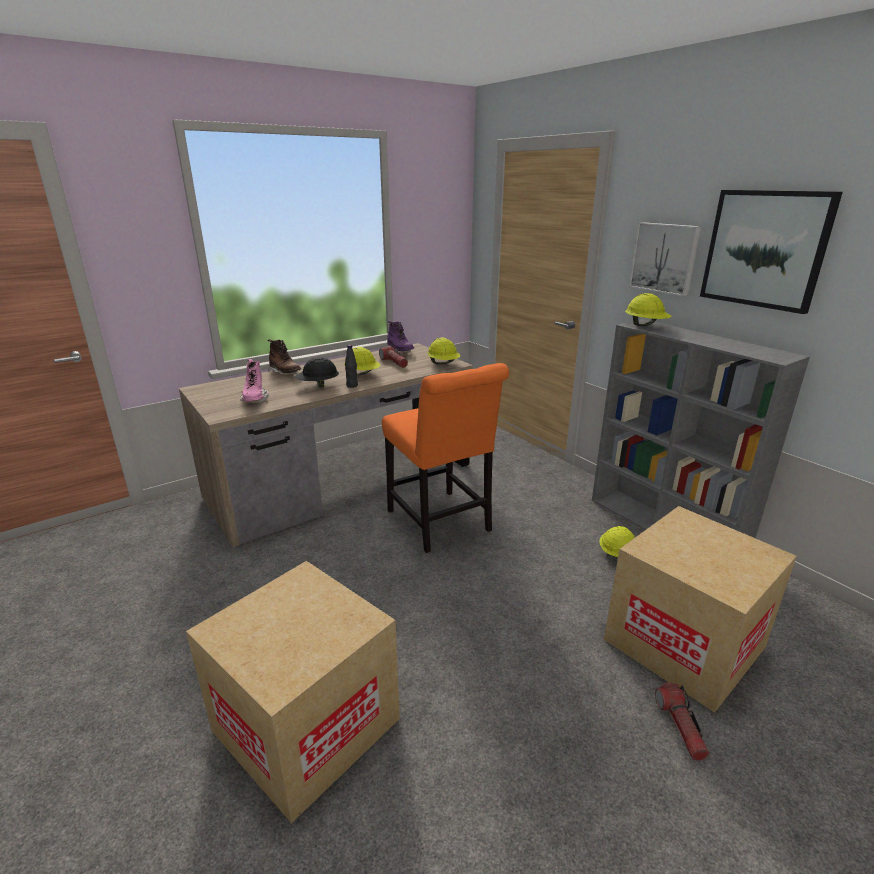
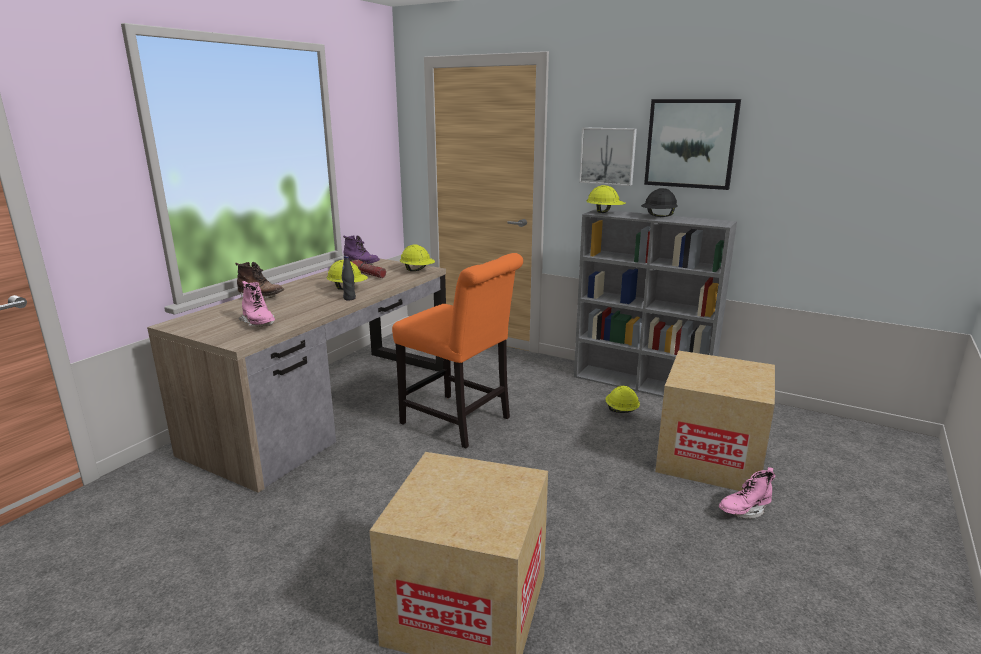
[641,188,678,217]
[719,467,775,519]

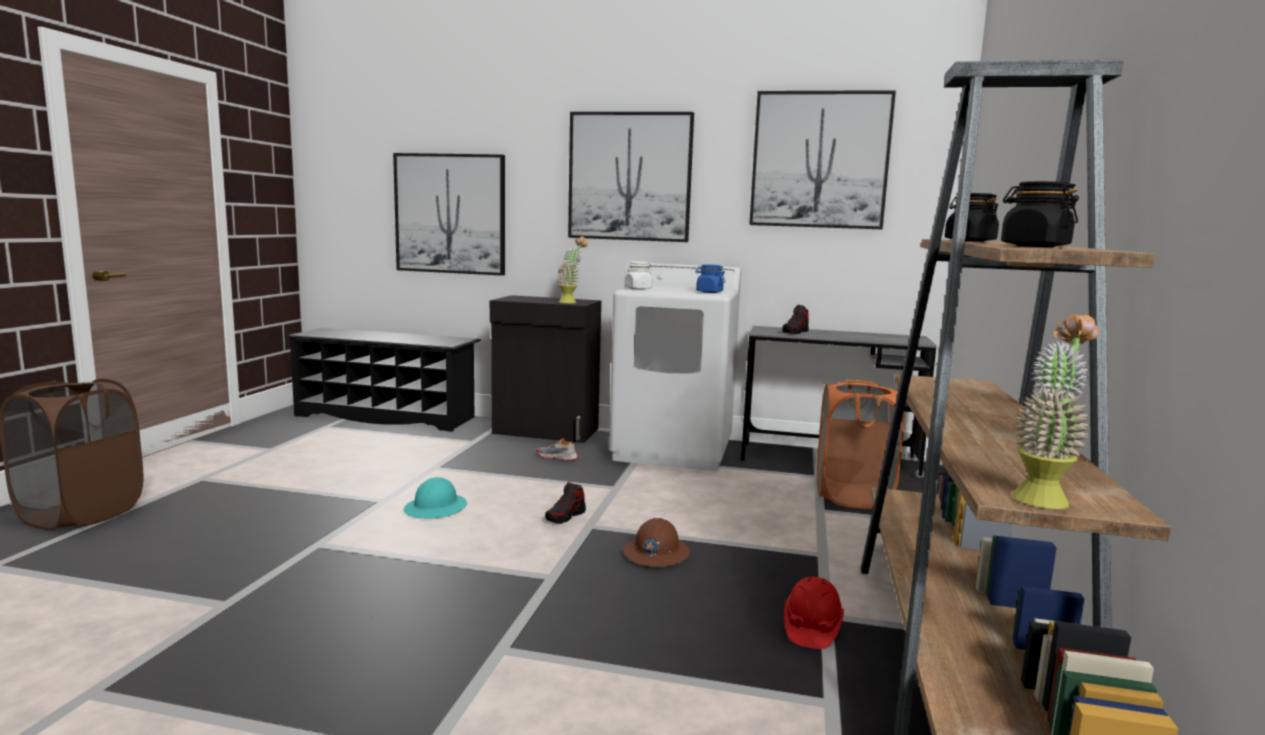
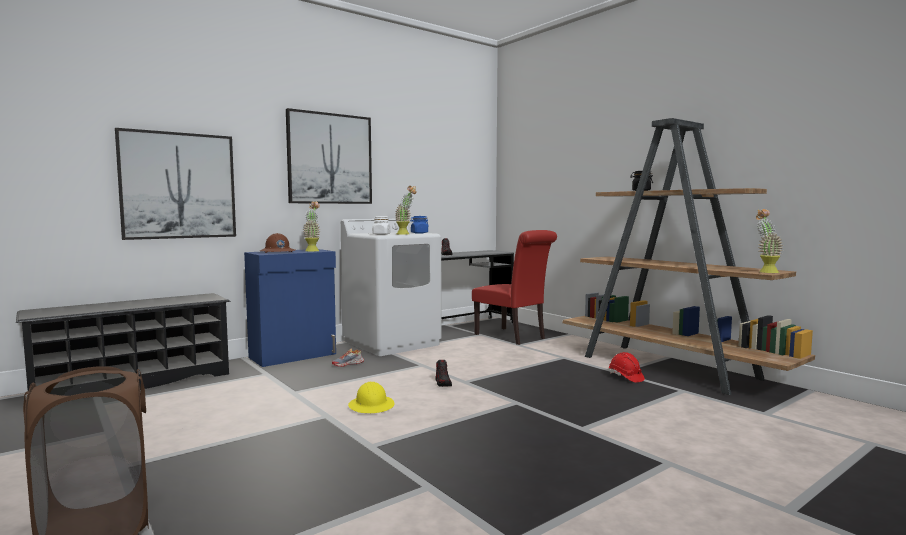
[749,90,896,229] (first image)
[1001,181,1079,248] (first image)
[244,249,336,367]
[472,230,557,345]
[348,381,394,413]
[260,233,295,253]
[395,186,416,235]

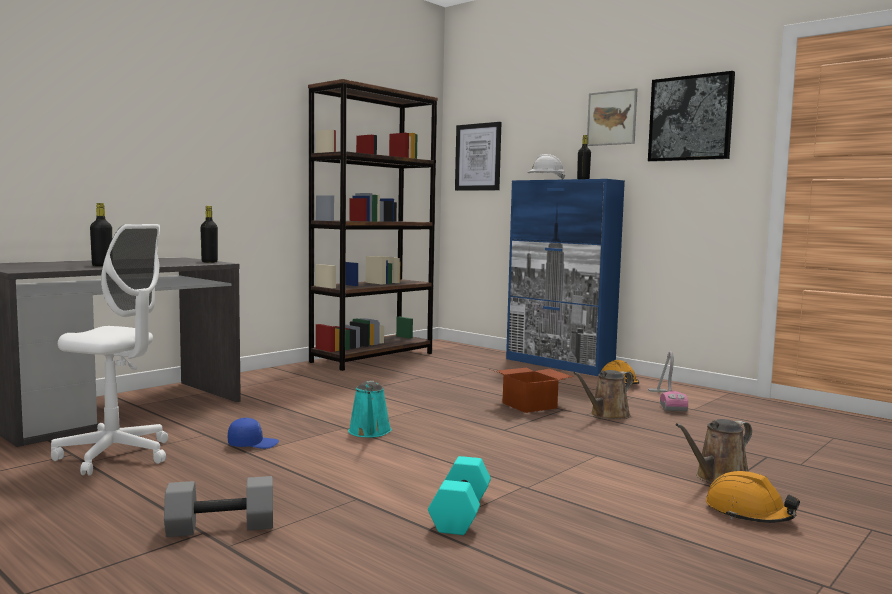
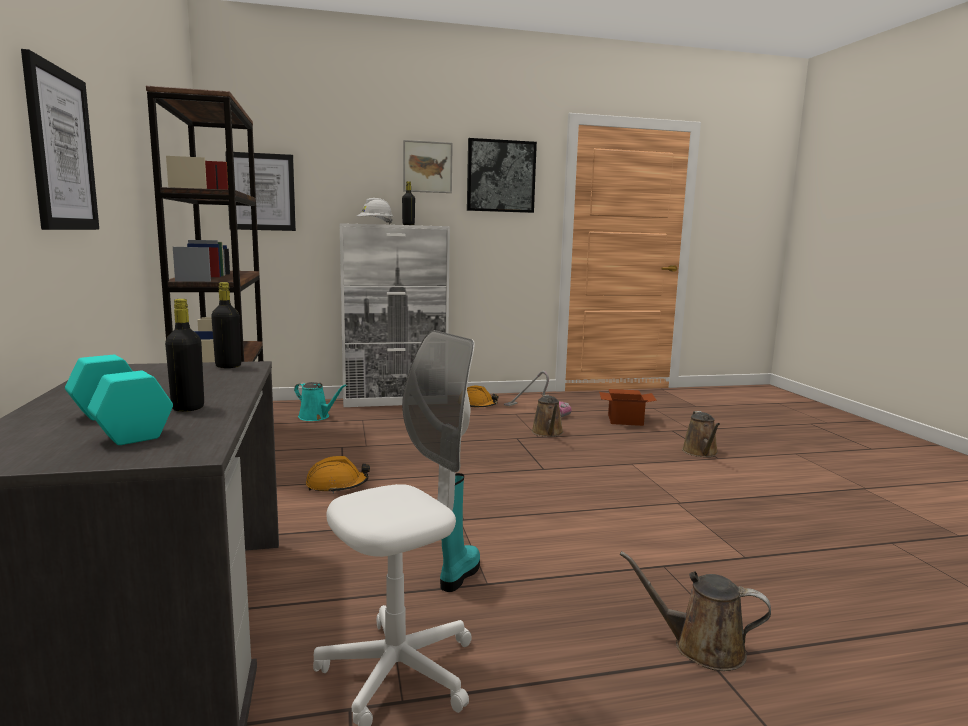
[340,223,450,407]
[599,389,657,426]
[294,382,346,421]
[440,473,480,592]
[65,355,173,445]
[306,456,370,493]
[620,551,771,671]
[21,49,99,230]

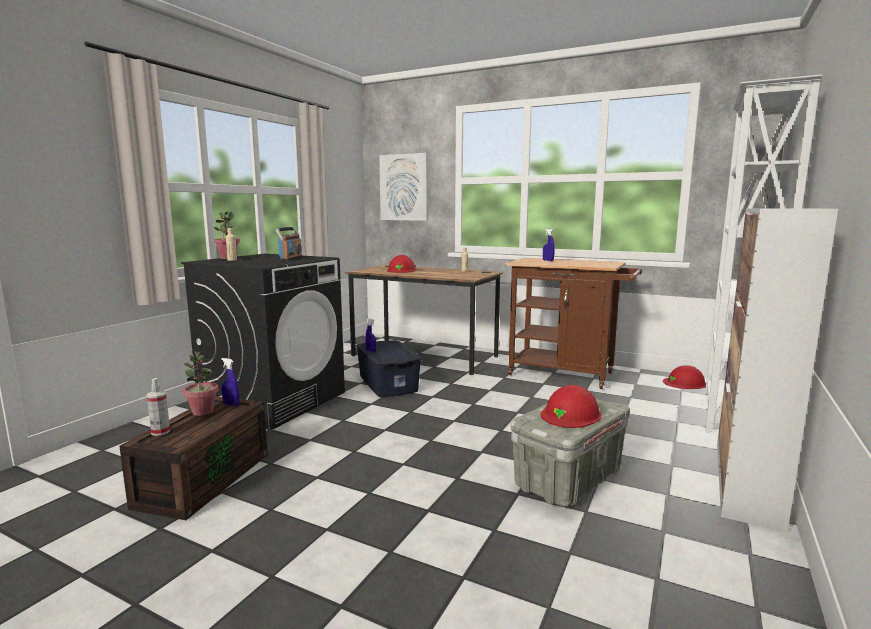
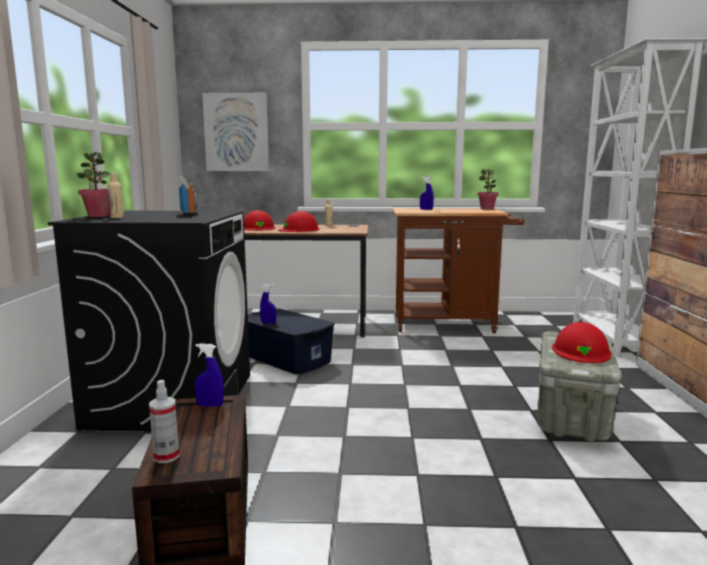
[477,169,499,210]
[278,211,320,232]

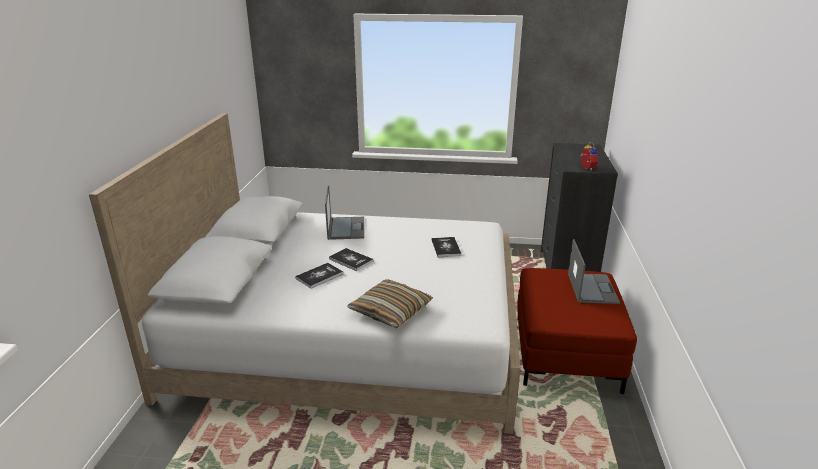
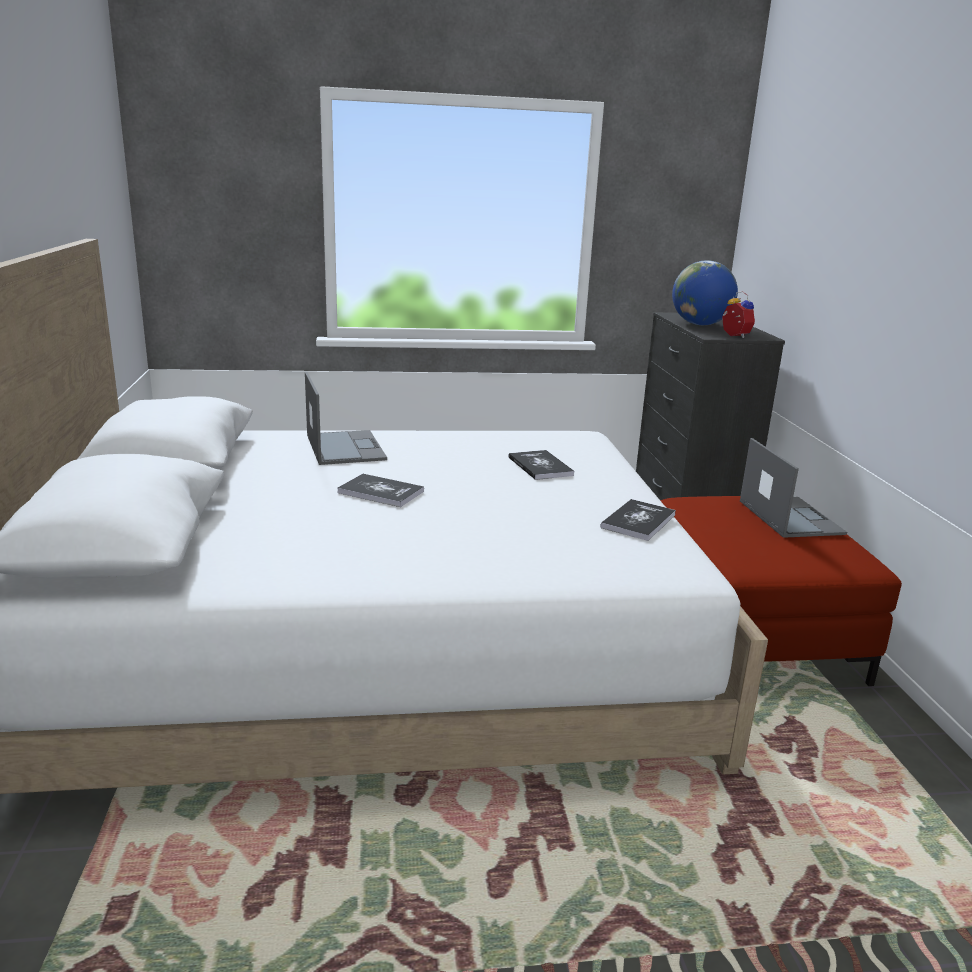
[600,499,676,541]
[347,279,433,328] (first image)
[672,260,738,325]

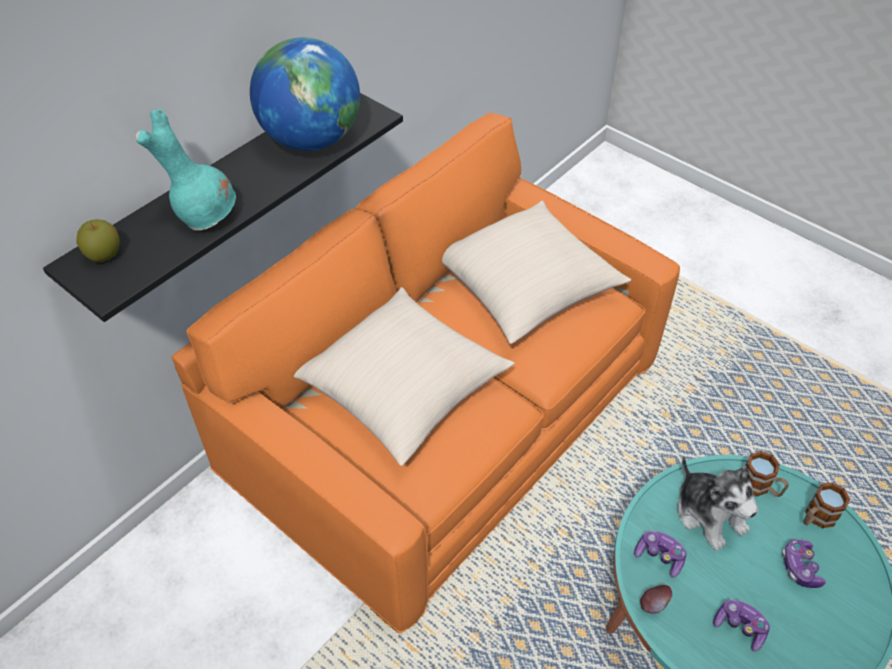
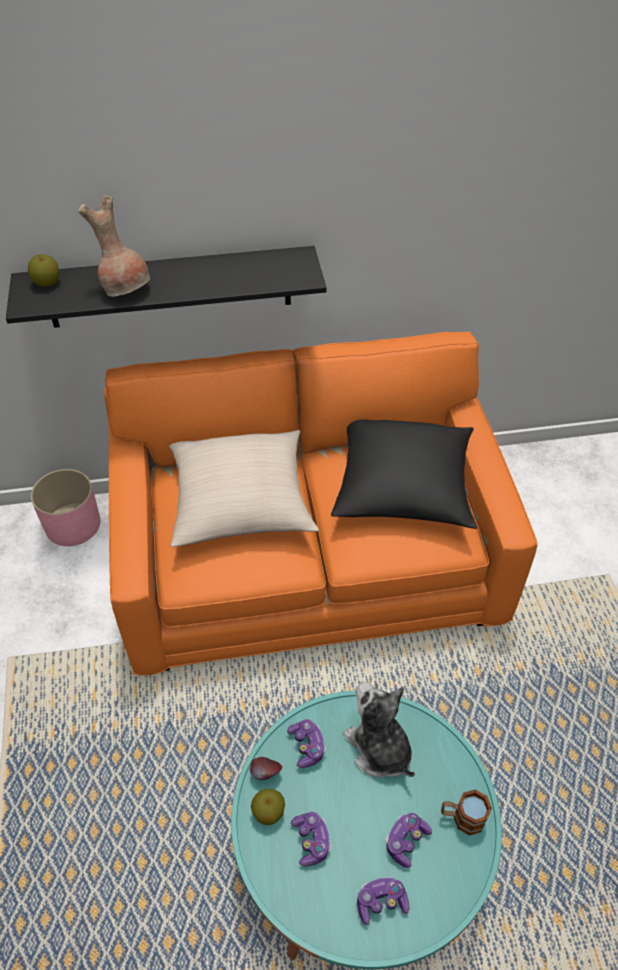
[250,37,360,151] (first image)
[78,195,150,297]
[331,420,477,529]
[745,451,788,497] (first image)
[343,681,415,777]
[31,469,100,546]
[251,789,285,825]
[357,877,409,925]

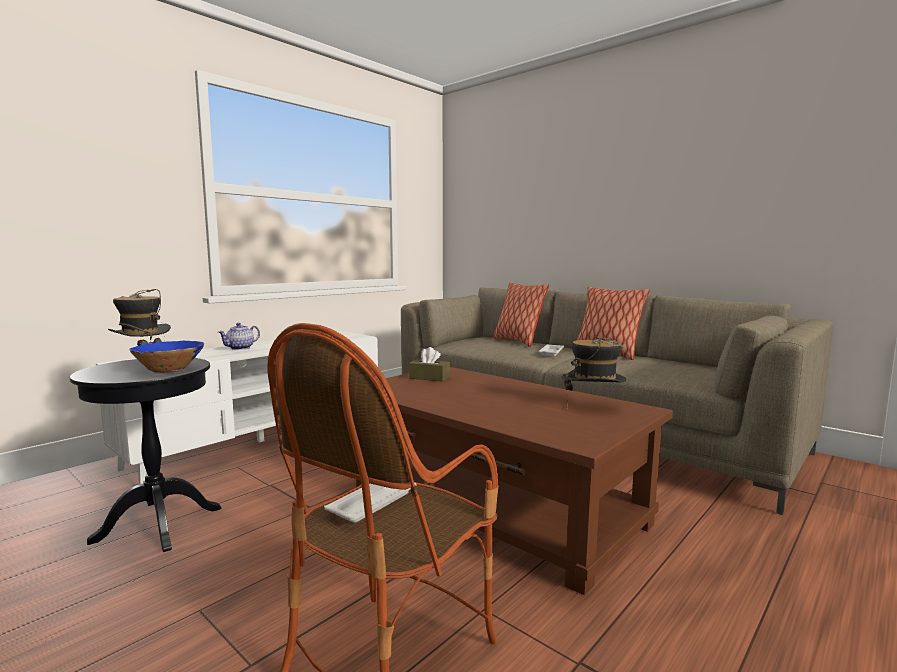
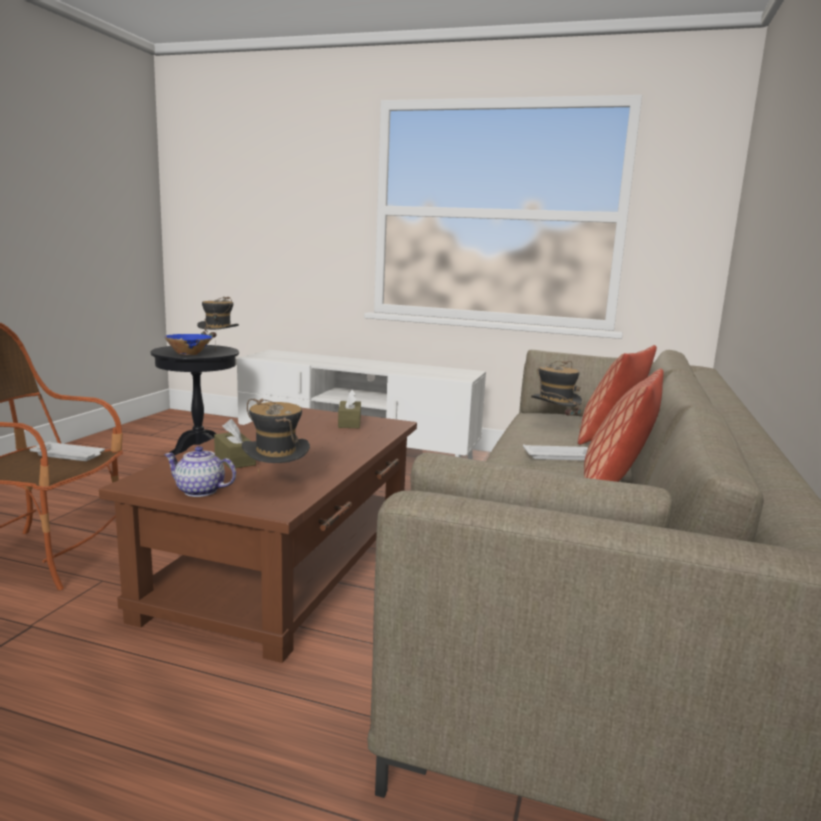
[164,446,236,497]
[531,361,582,428]
[214,419,256,469]

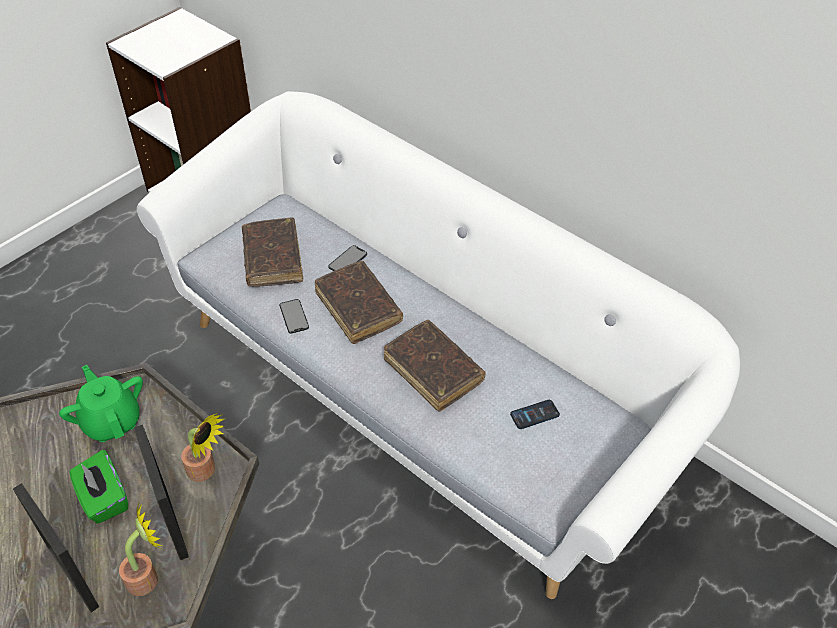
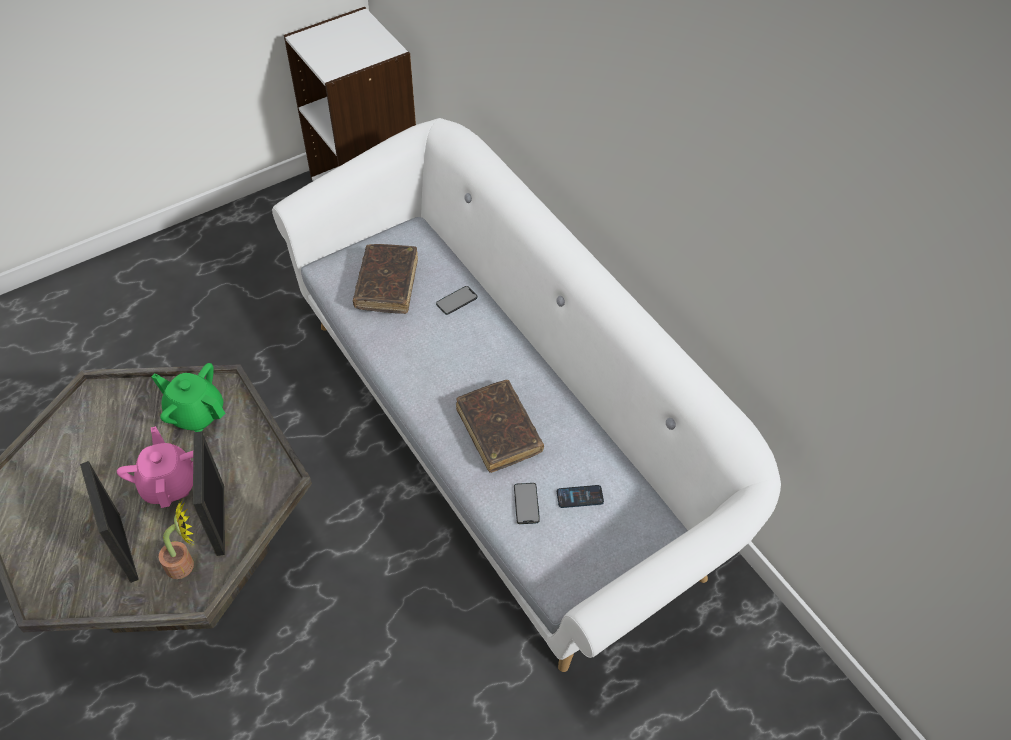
[315,261,403,344] (first image)
[514,483,540,524]
[151,363,225,432]
[181,413,224,482] (first image)
[117,426,193,508]

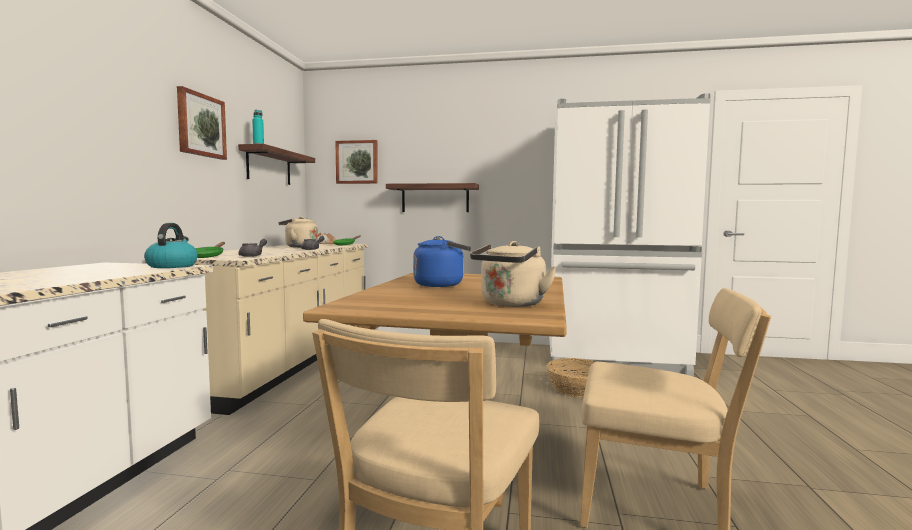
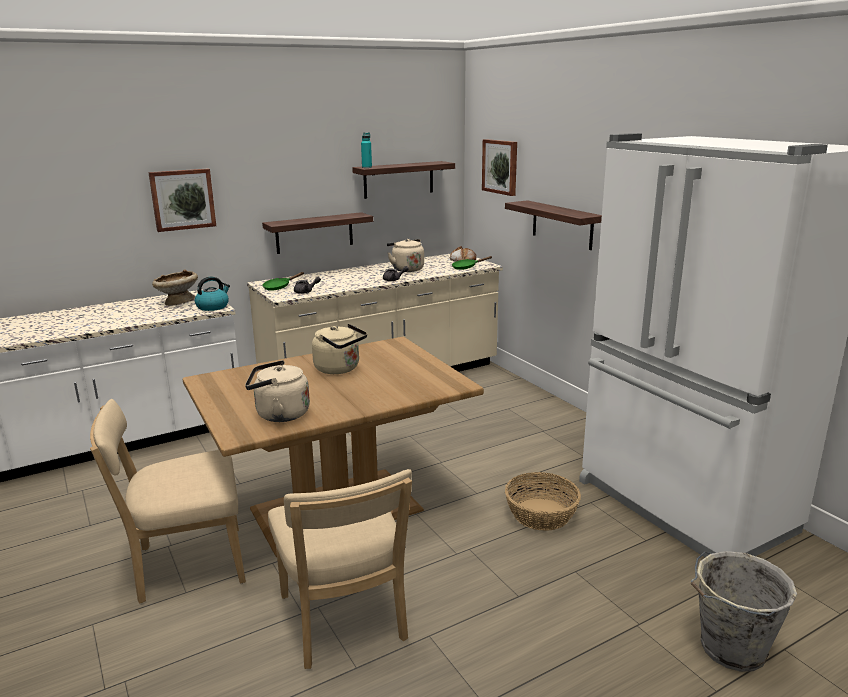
[148,168,216,232]
[312,324,367,374]
[262,212,373,254]
[152,269,198,306]
[691,551,797,672]

